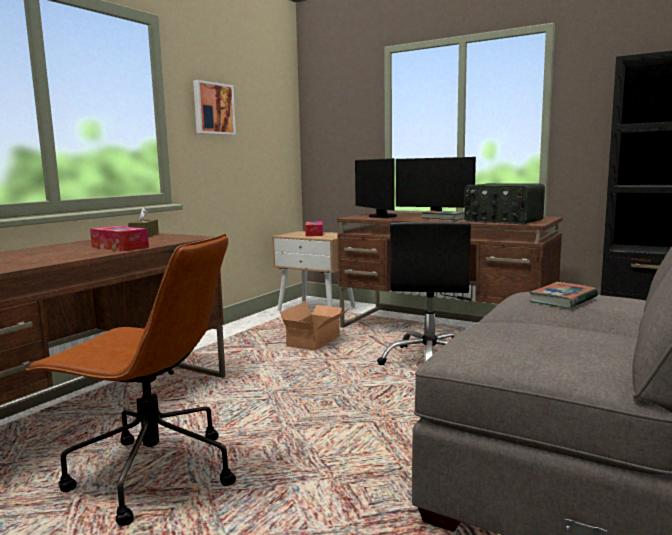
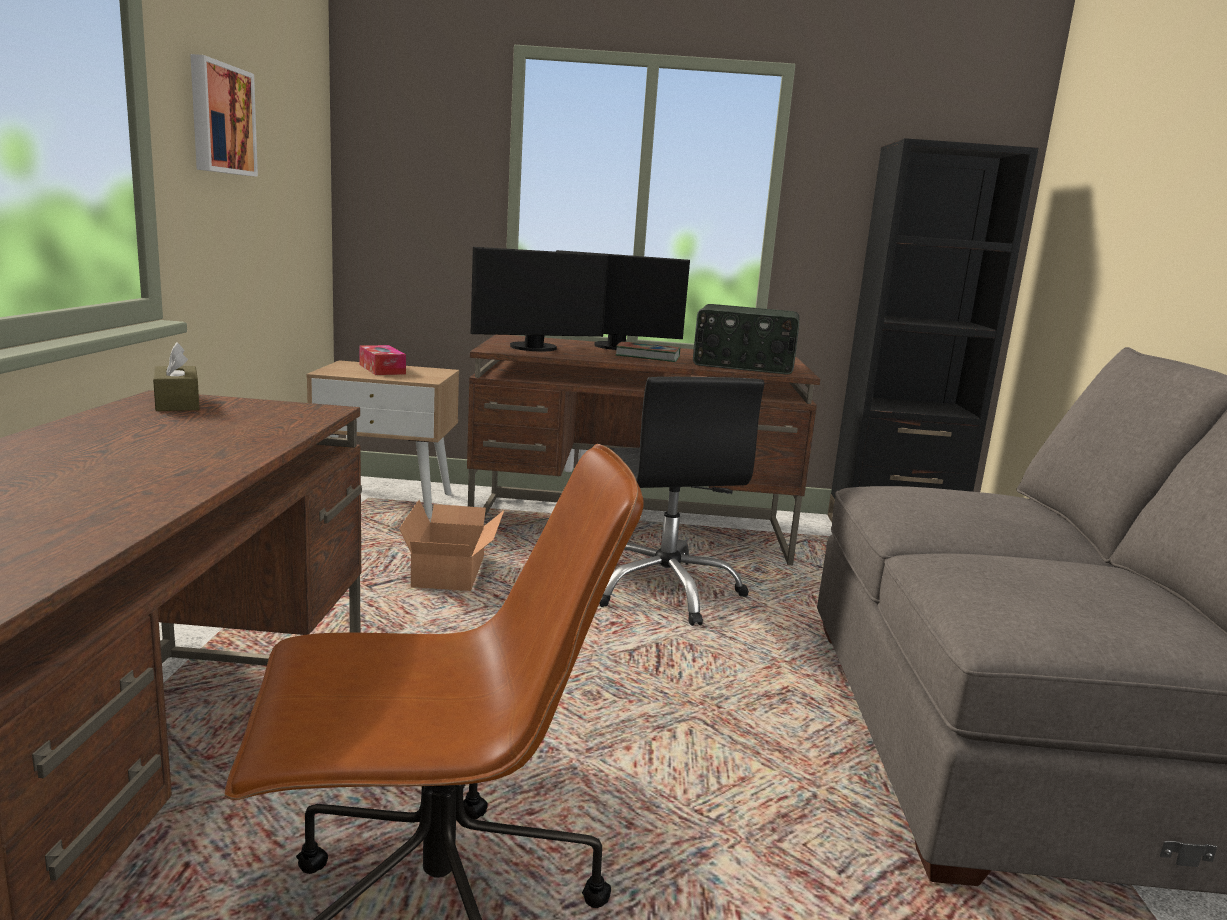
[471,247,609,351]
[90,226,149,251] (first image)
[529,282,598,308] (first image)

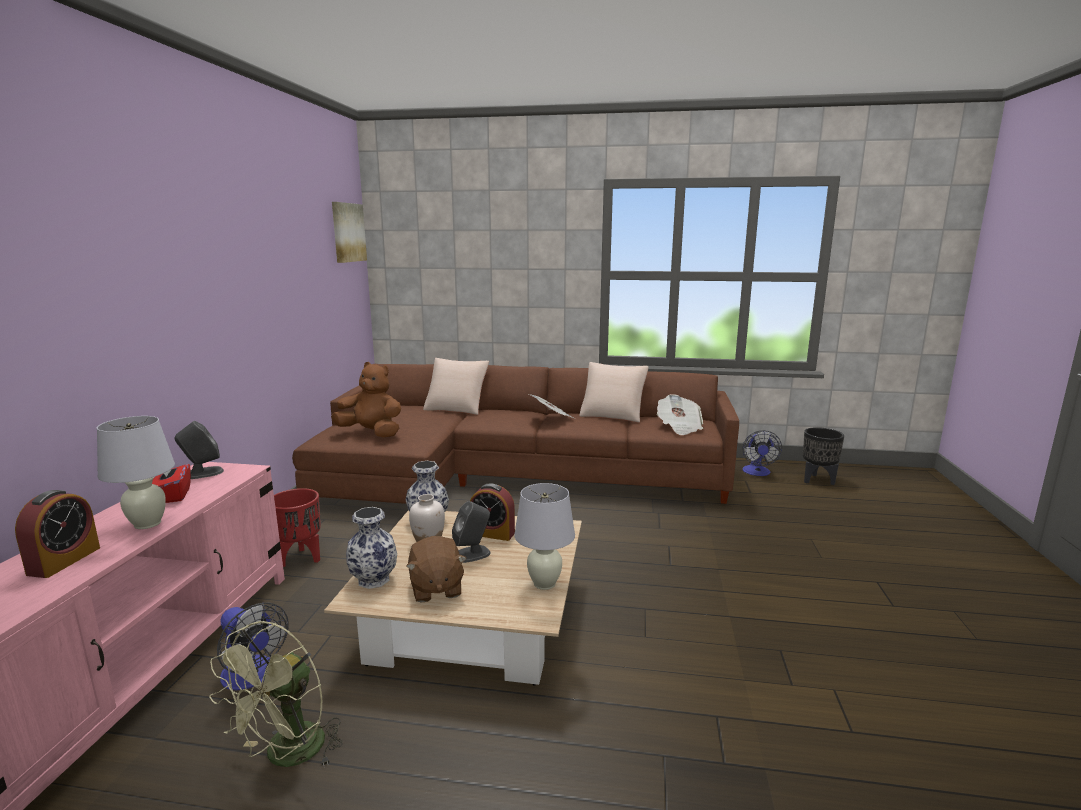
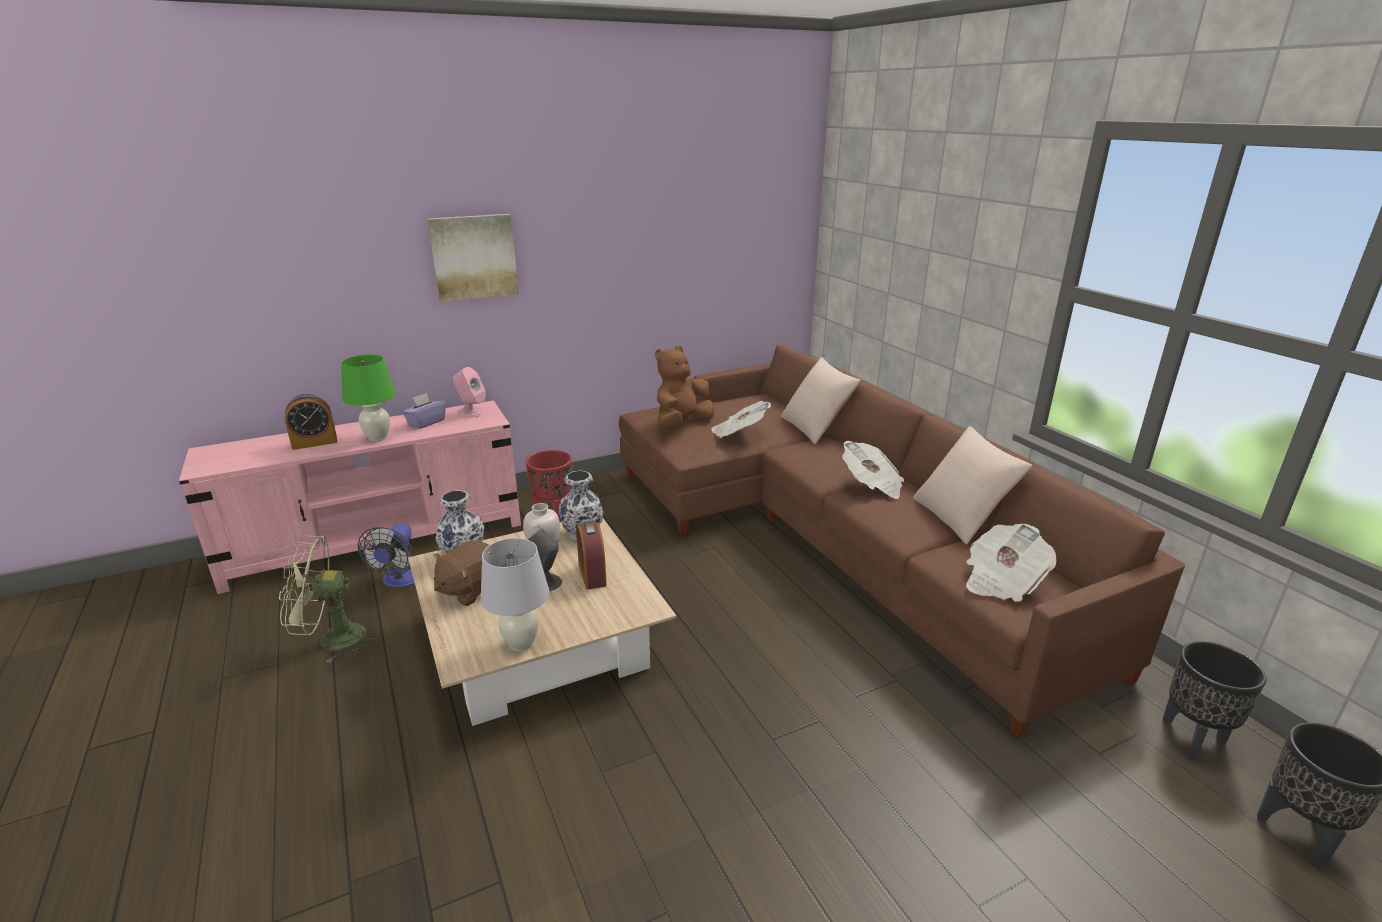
[427,214,519,302]
[655,346,714,429]
[341,354,396,441]
[453,367,487,417]
[1162,641,1266,760]
[402,393,446,429]
[711,401,771,439]

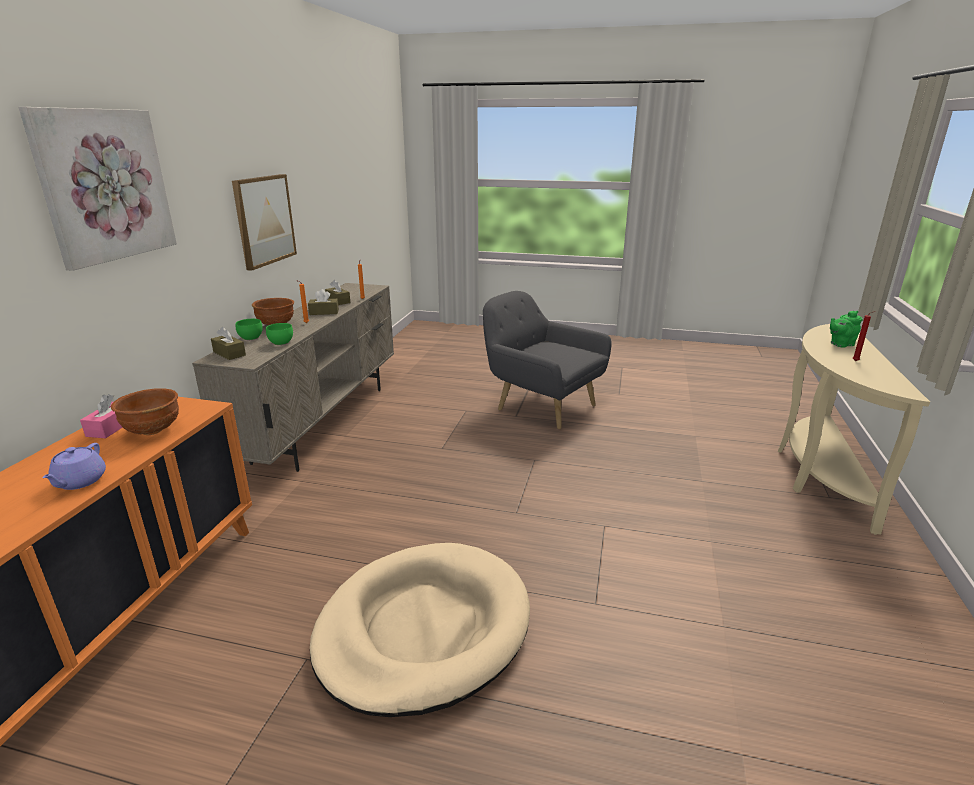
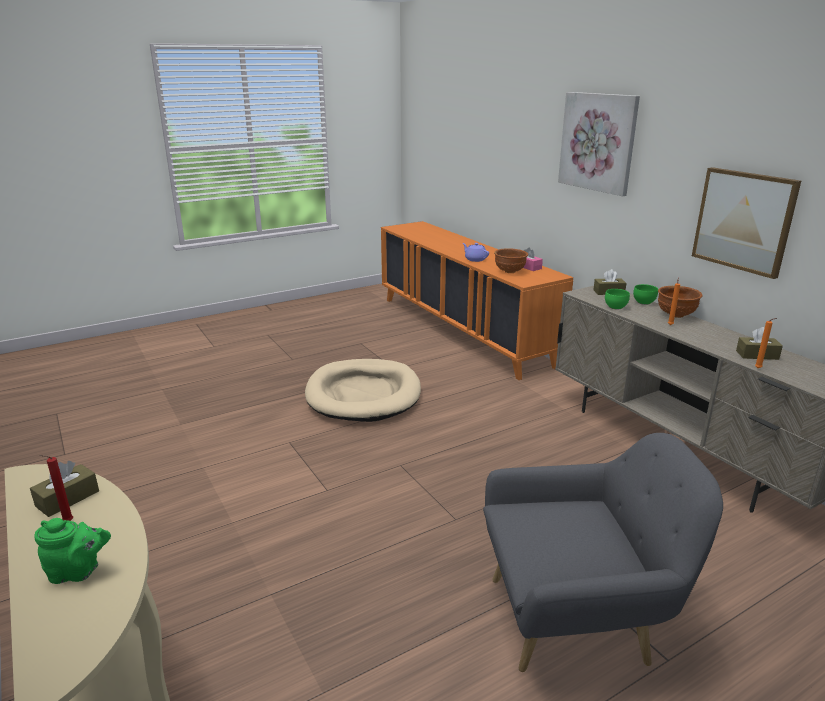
[30,461,99,517]
[34,518,111,584]

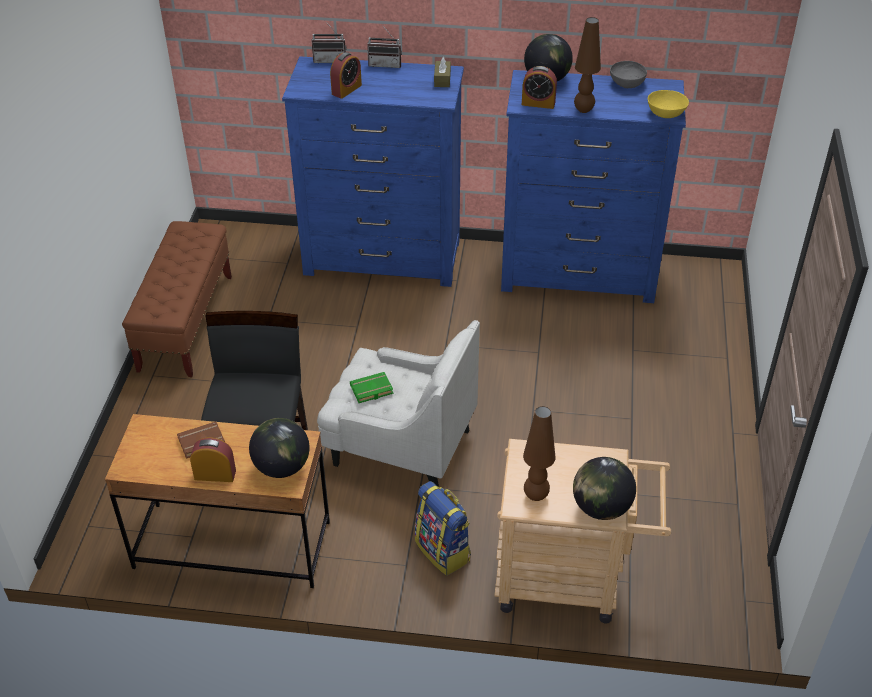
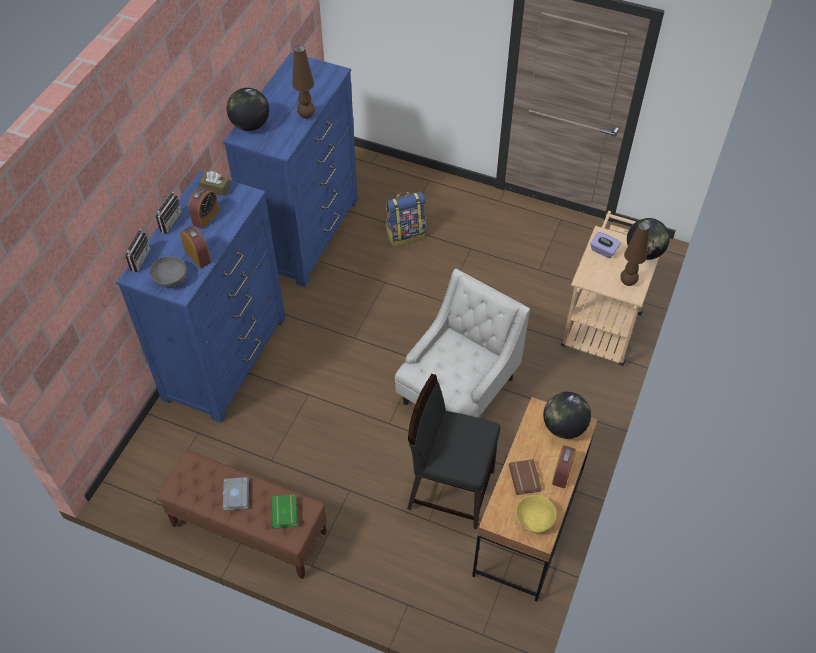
[150,256,187,287]
[188,187,219,229]
[516,495,557,533]
[271,494,297,529]
[386,192,426,246]
[590,232,621,258]
[223,477,249,510]

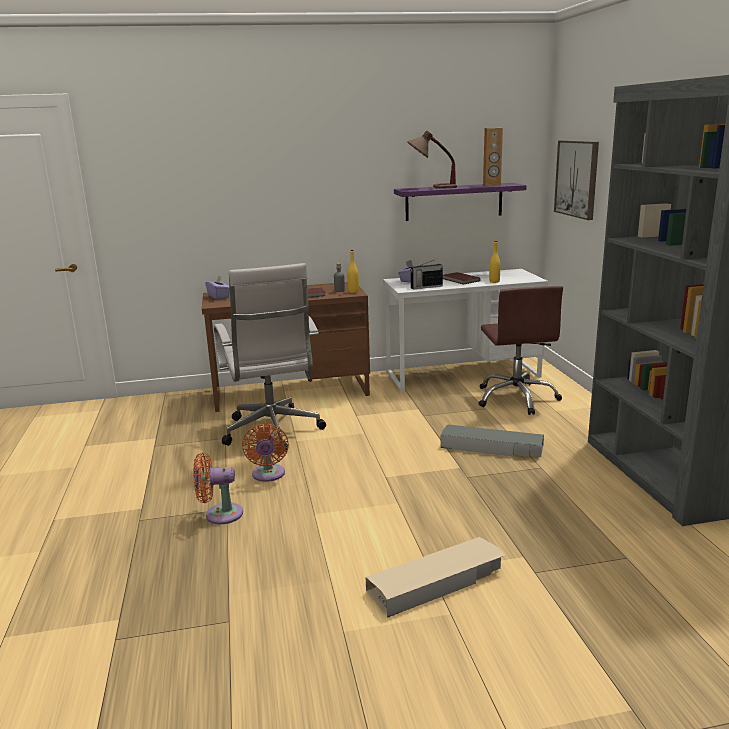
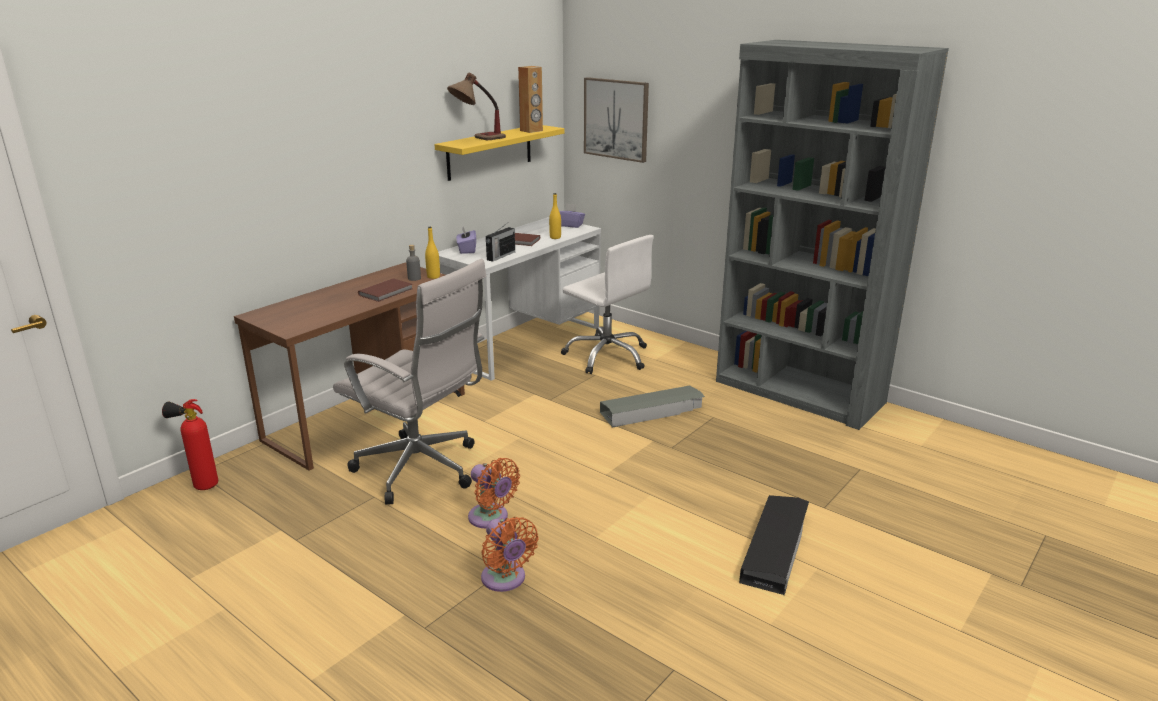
[434,125,565,181]
[559,203,585,228]
[561,235,653,374]
[481,517,539,592]
[739,495,809,595]
[162,399,218,490]

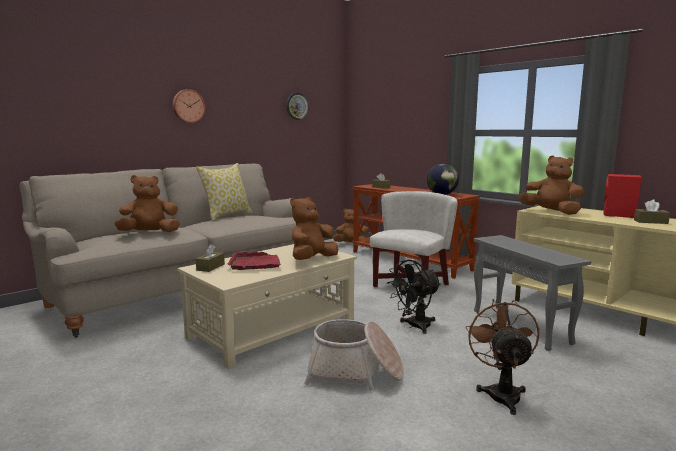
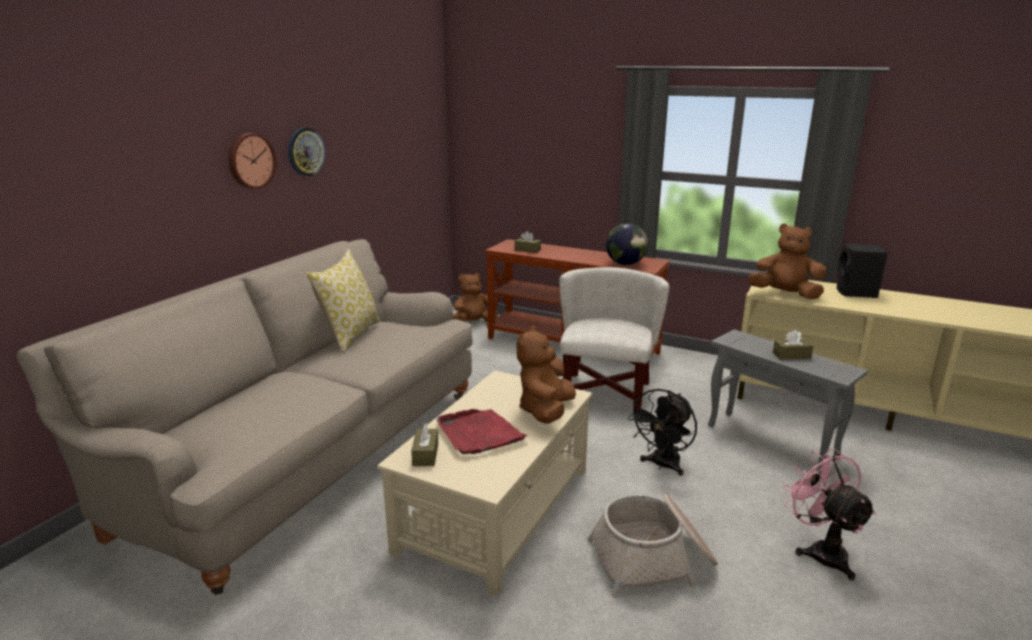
[288,127,325,176]
[837,243,888,298]
[114,175,180,232] (first image)
[773,330,813,360]
[783,448,876,581]

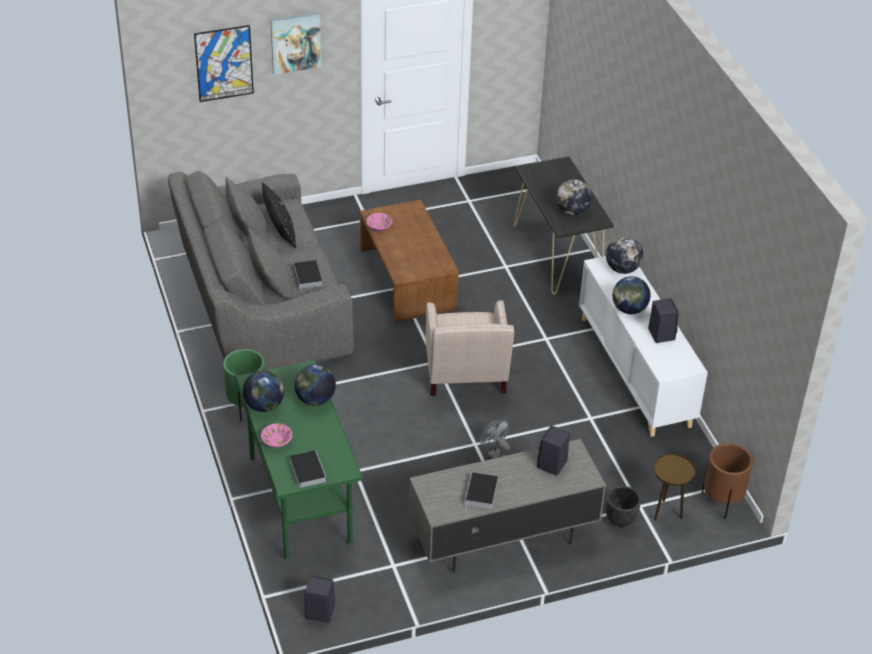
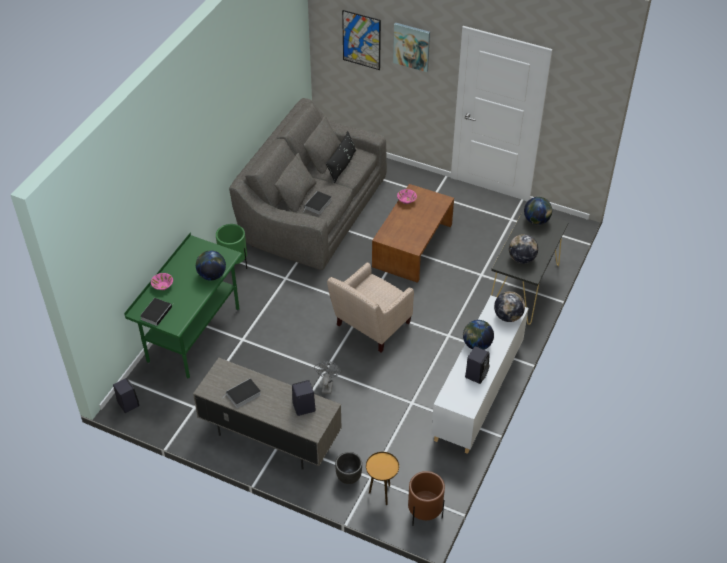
[524,197,552,225]

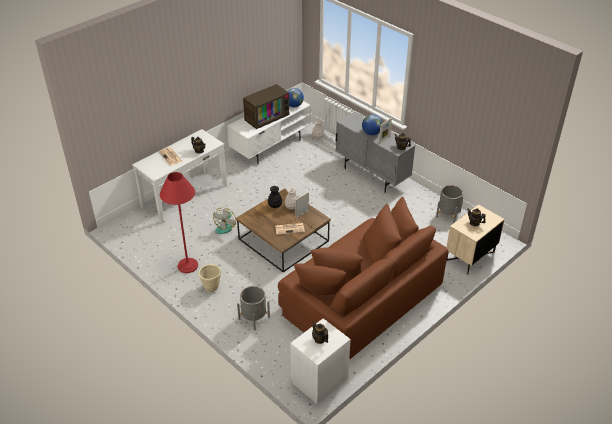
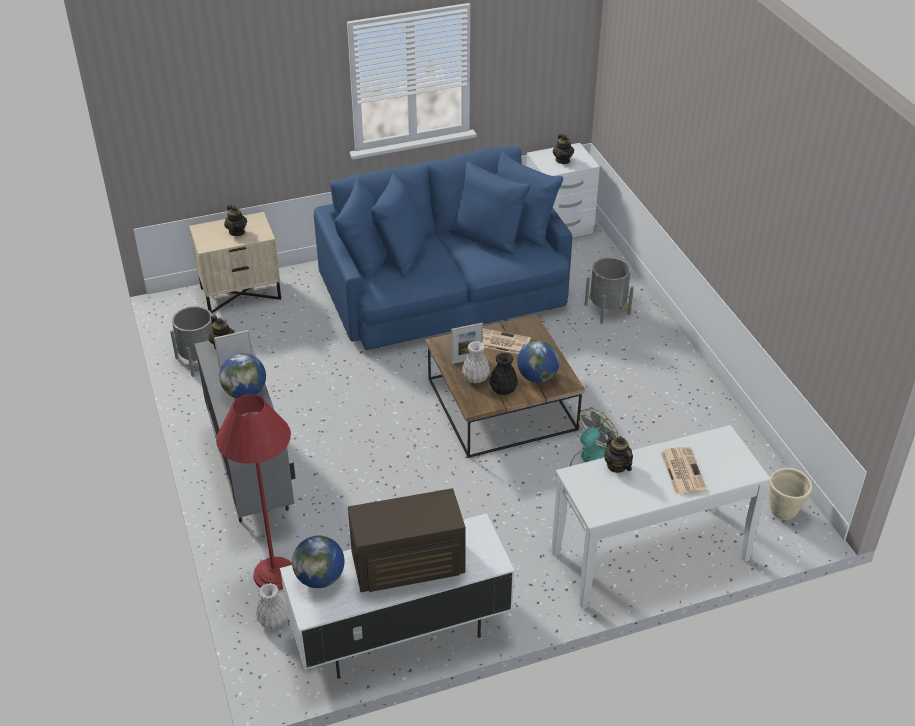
[216,394,292,590]
[314,146,572,350]
[769,468,812,520]
[517,340,560,383]

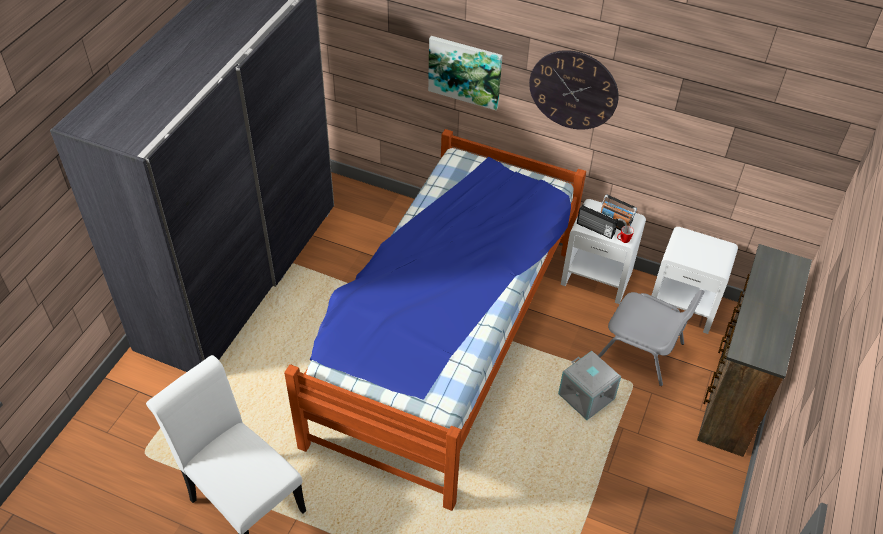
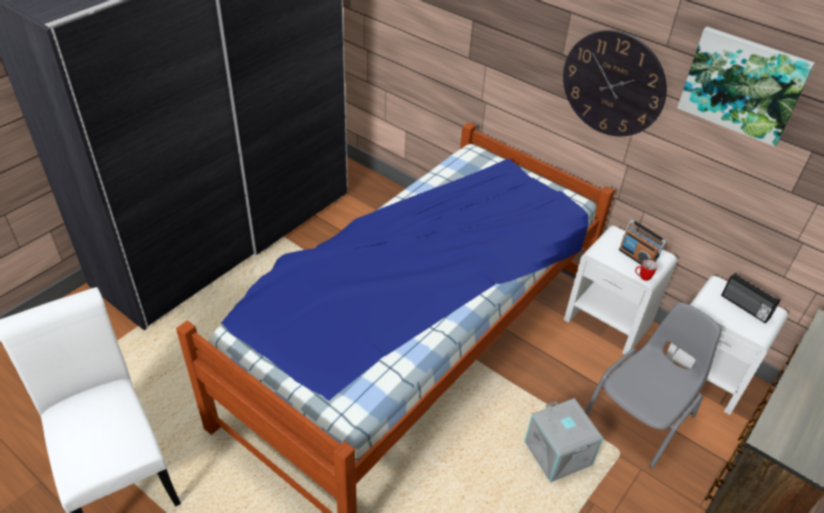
[677,27,815,147]
[721,273,781,323]
[585,302,722,468]

